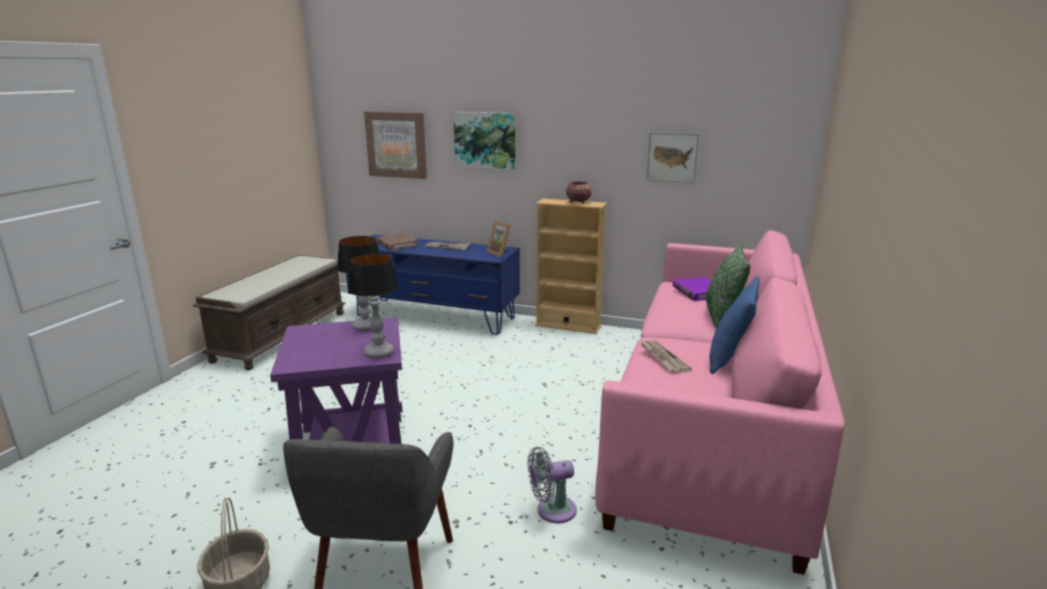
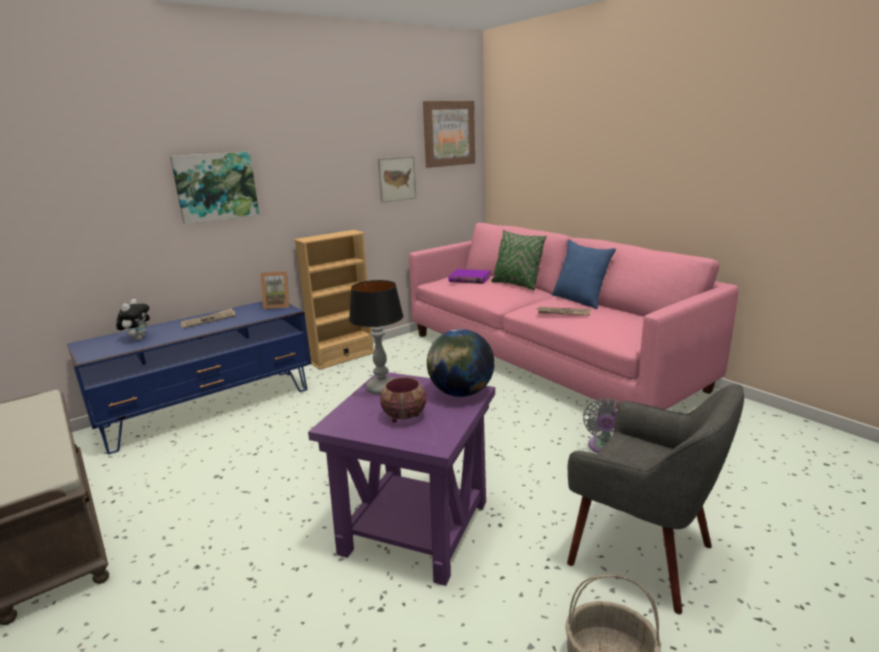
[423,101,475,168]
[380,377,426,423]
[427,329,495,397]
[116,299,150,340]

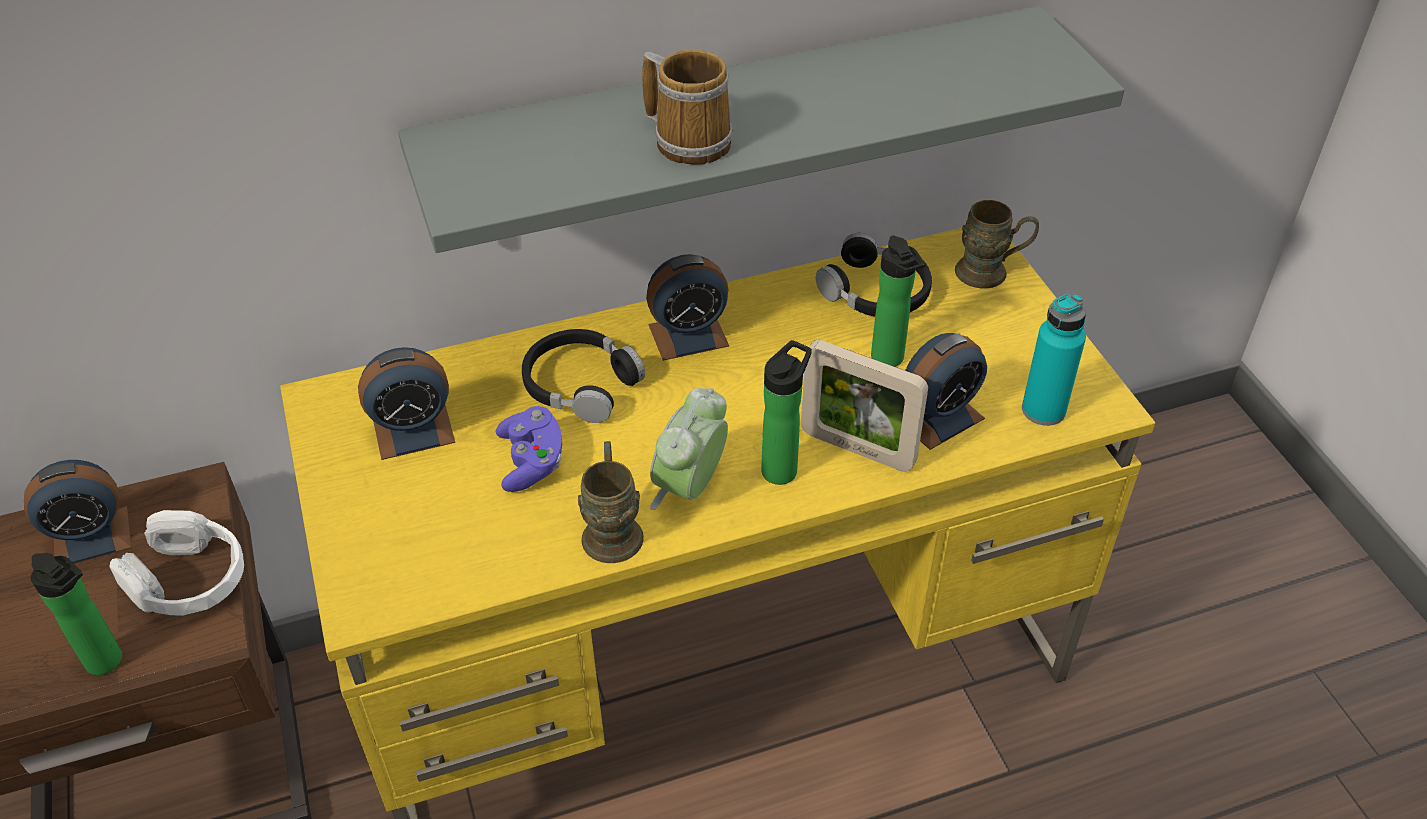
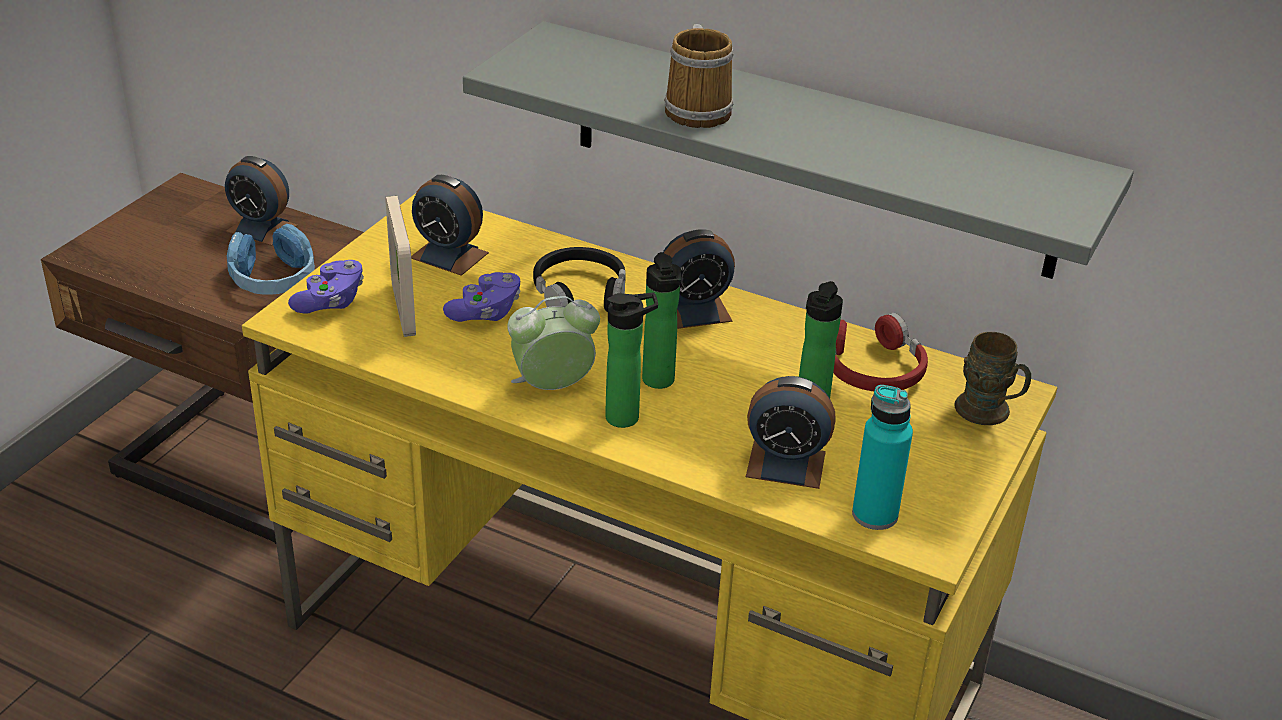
[578,441,644,563] (first image)
[288,260,364,314]
[642,252,681,389]
[385,196,416,337]
[227,224,315,295]
[833,313,928,391]
[663,229,735,329]

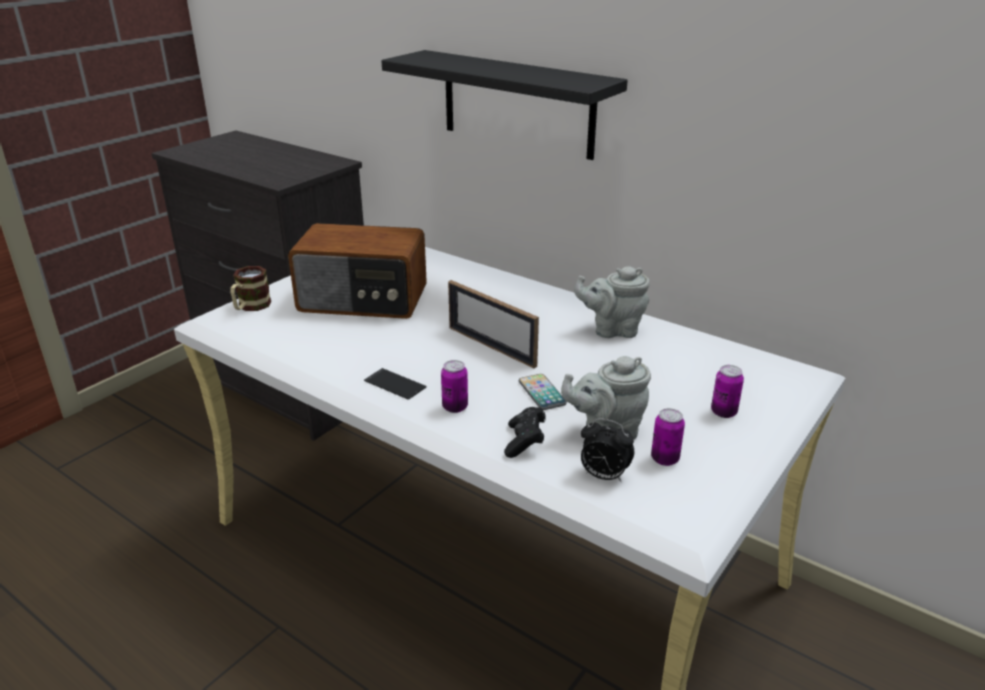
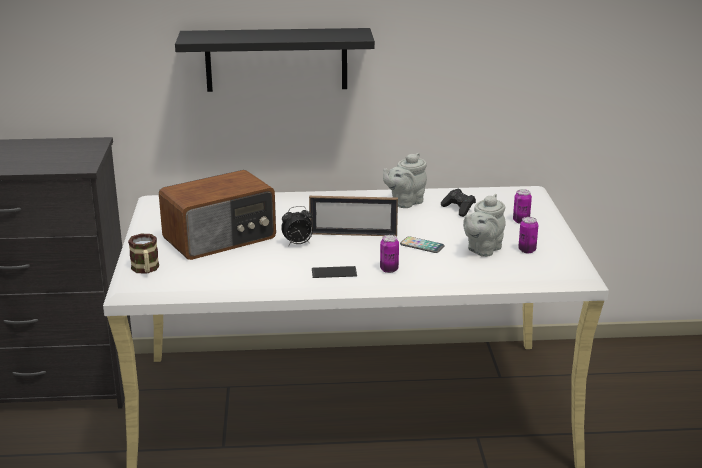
[441,189,476,217]
[281,206,313,246]

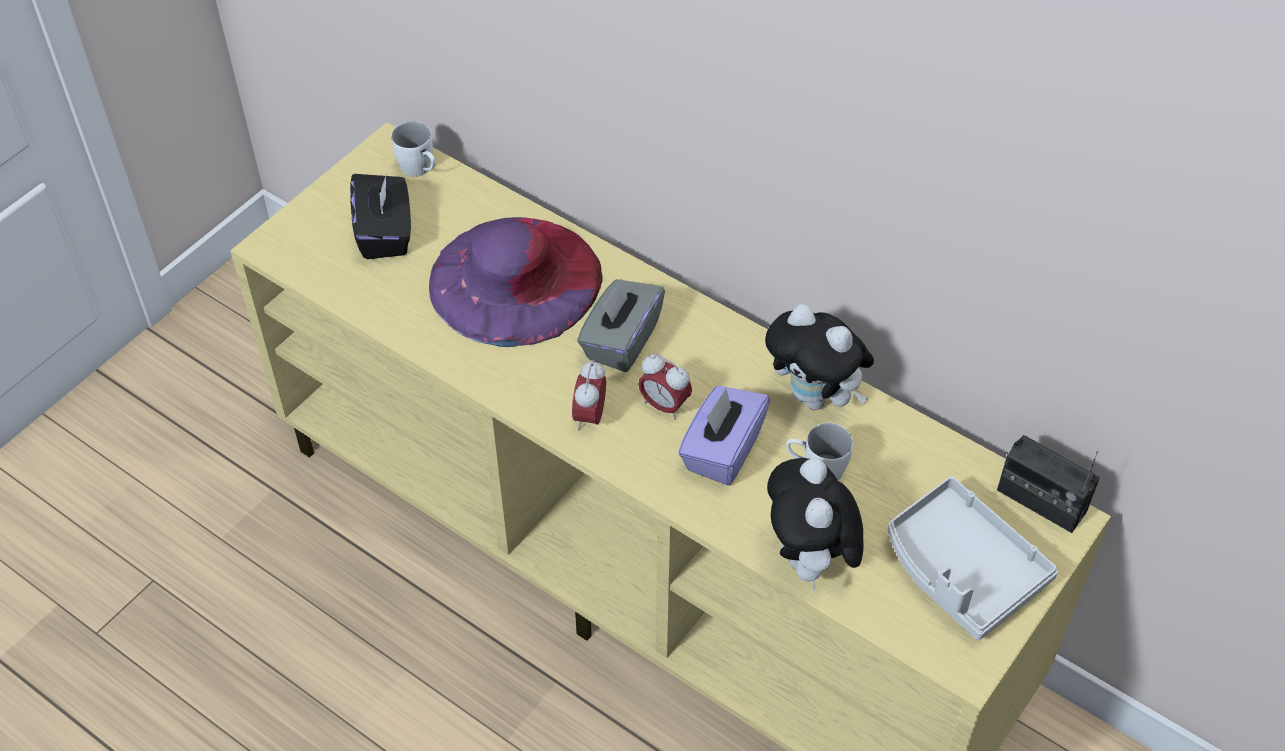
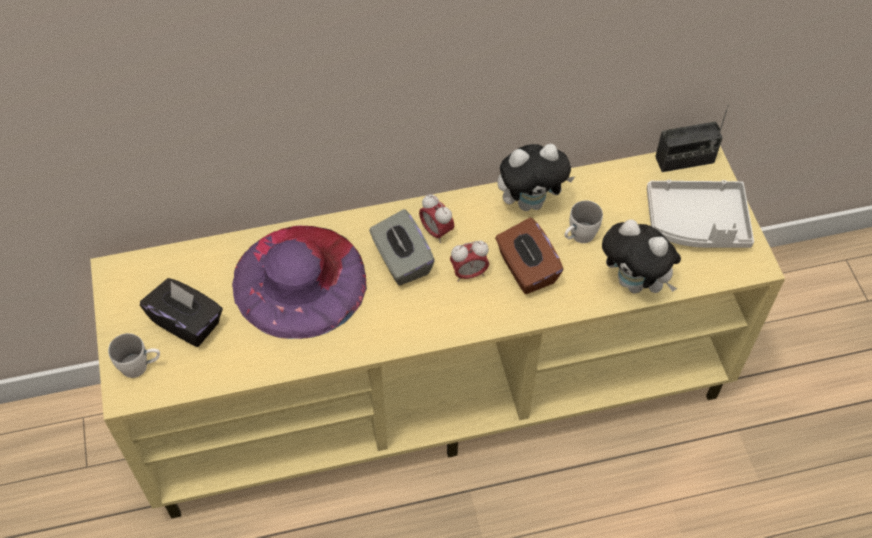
[108,333,160,378]
[419,194,454,243]
[495,217,564,294]

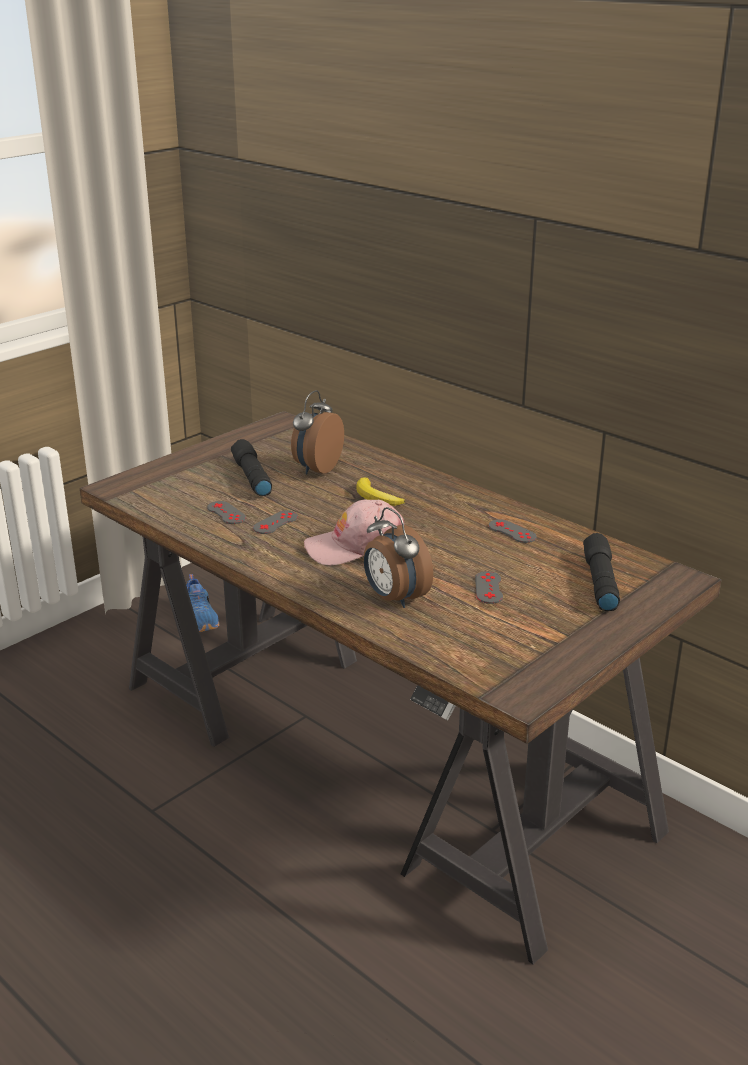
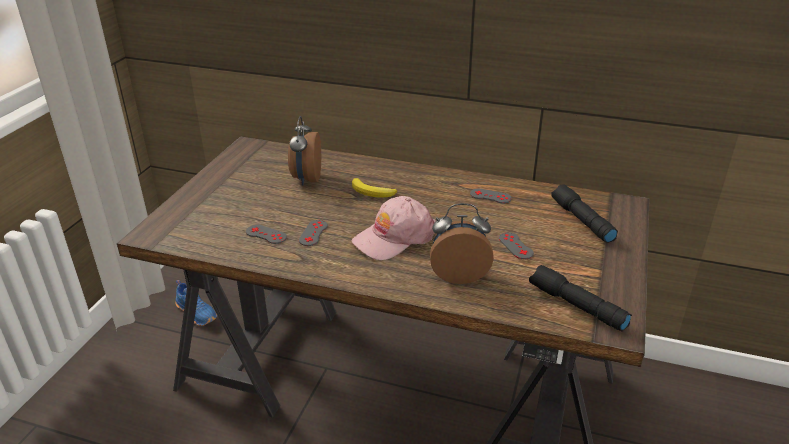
[529,265,632,332]
[430,203,494,284]

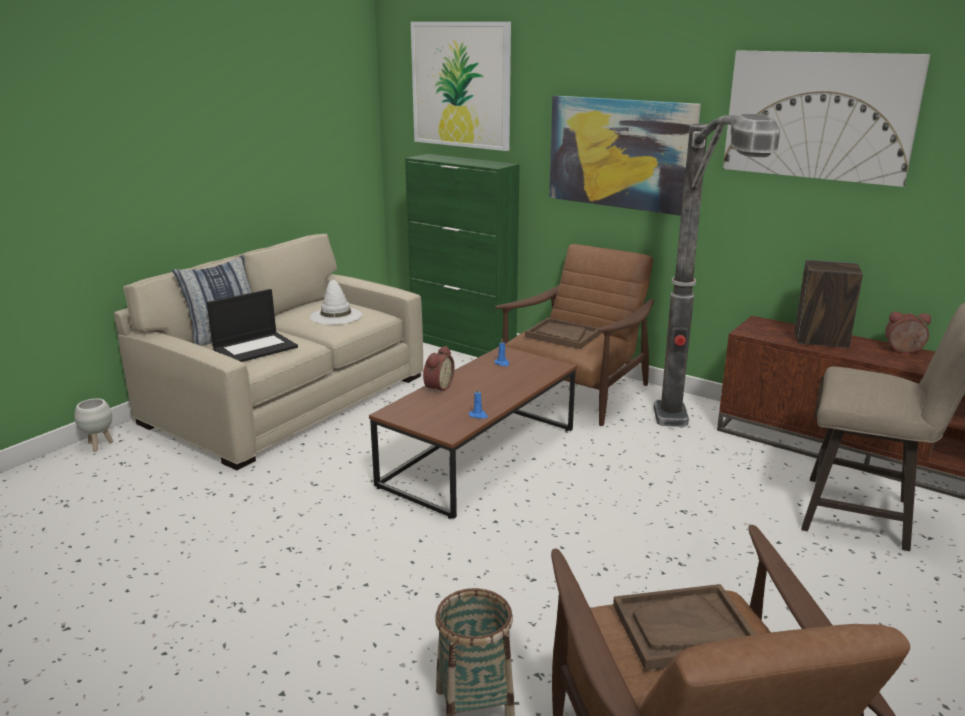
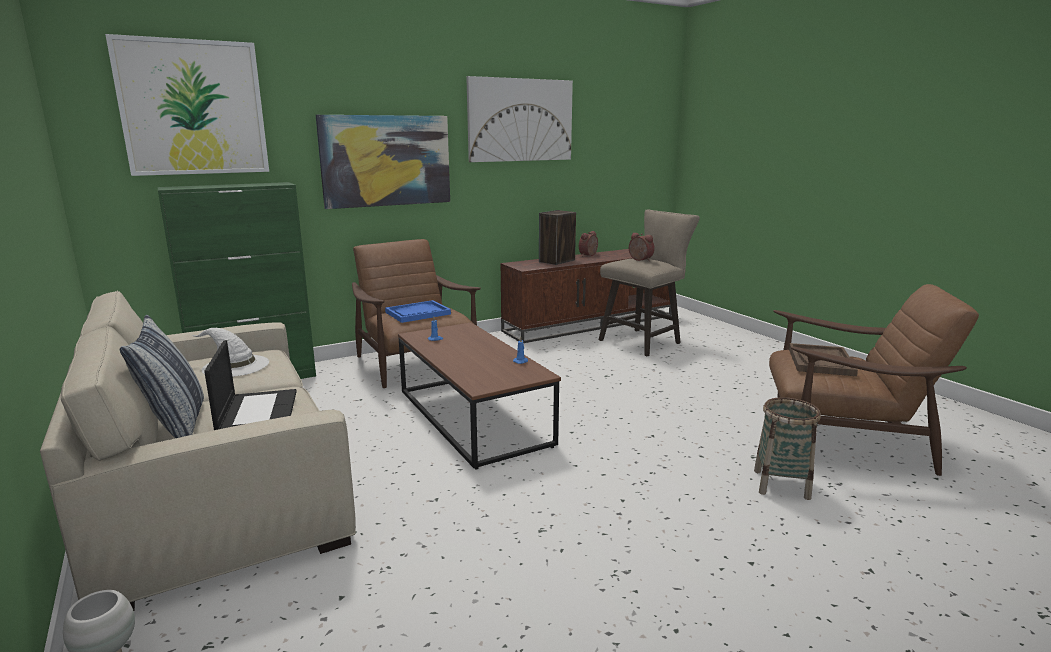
[654,114,780,427] (first image)
[629,232,655,261]
[385,300,451,323]

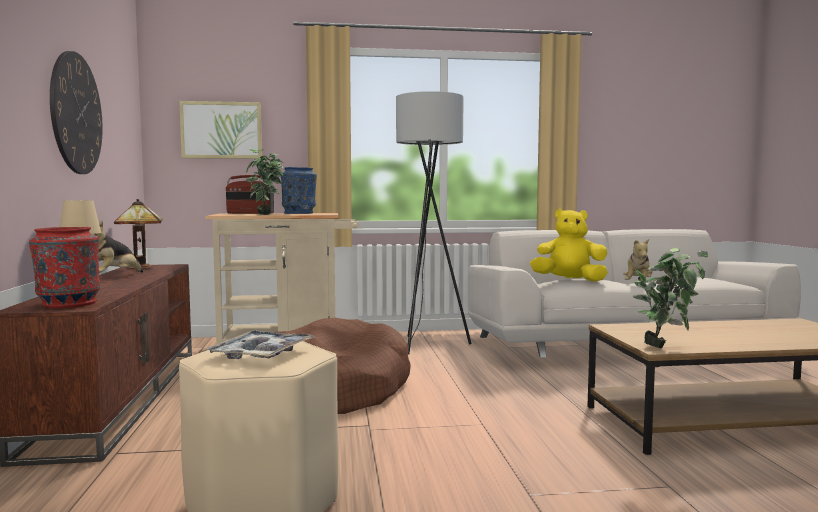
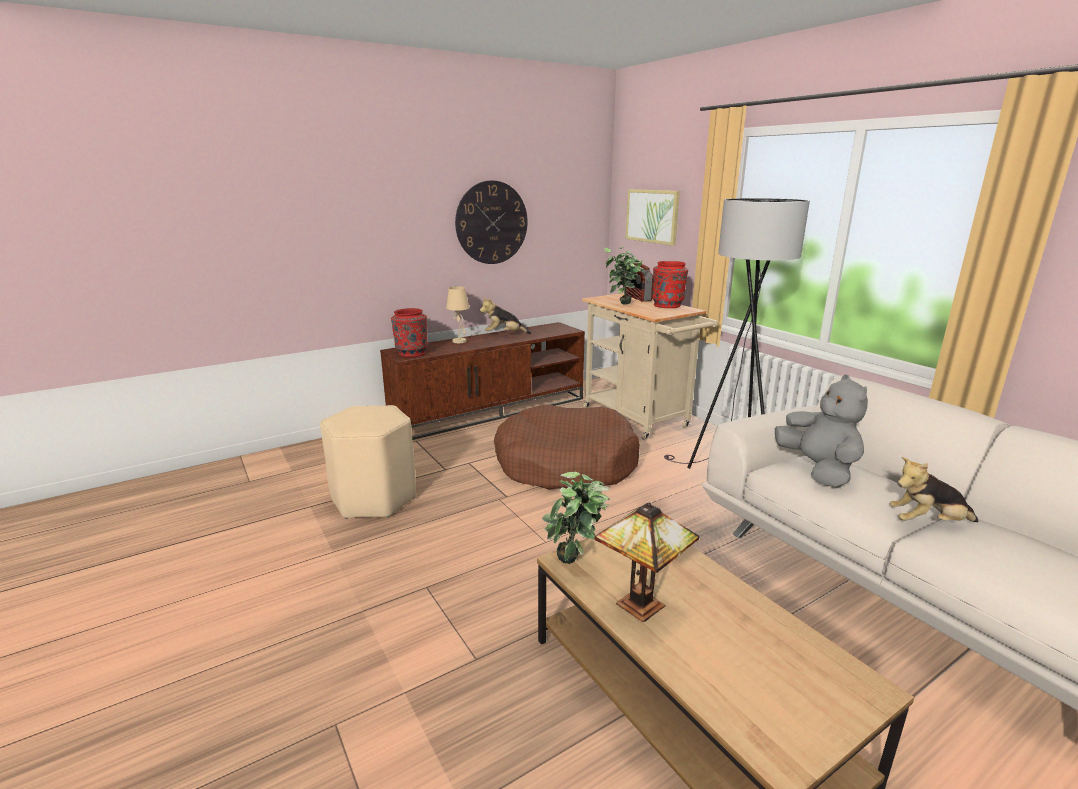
[204,330,314,359] (first image)
[594,503,699,622]
[652,261,688,308]
[775,374,868,488]

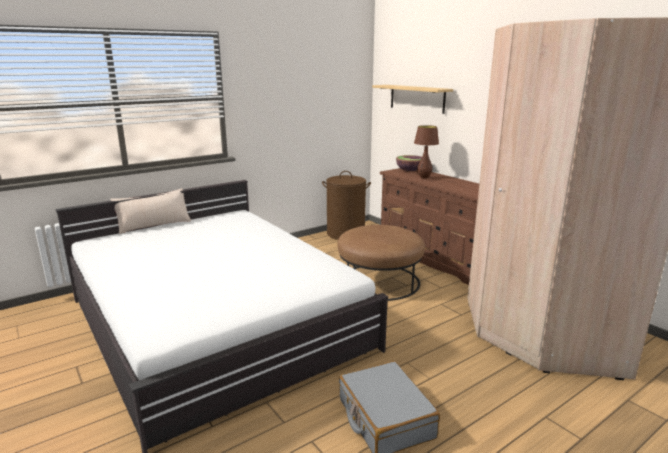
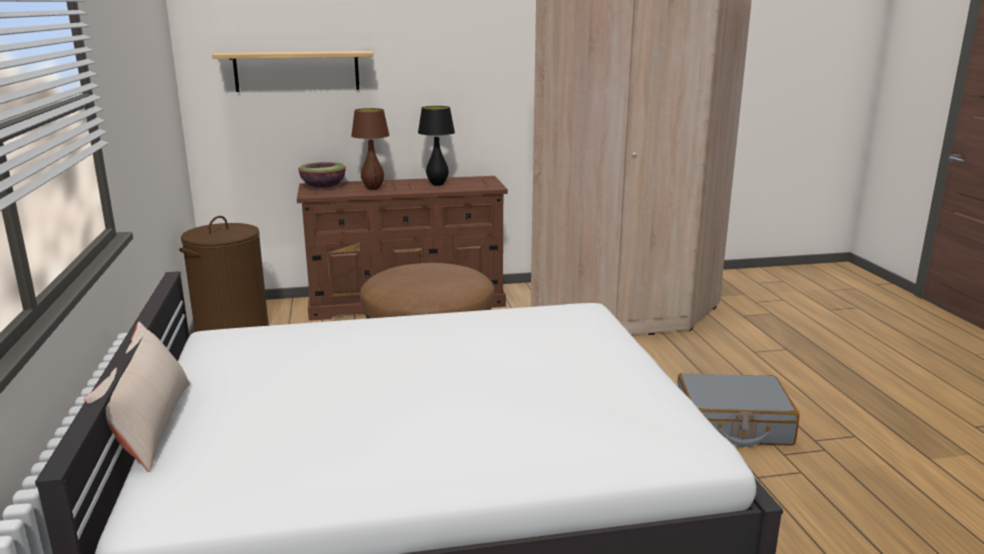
[418,106,455,186]

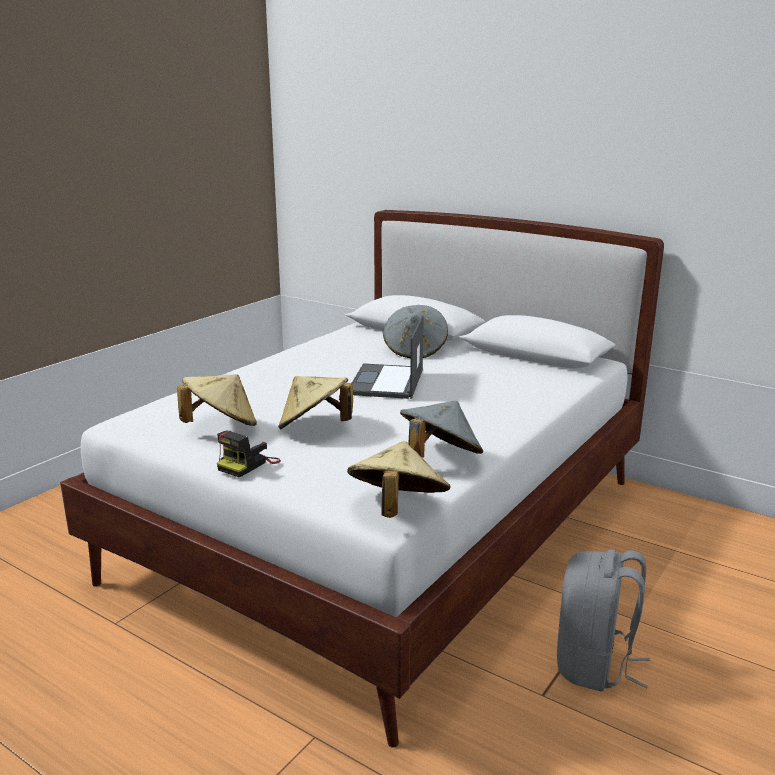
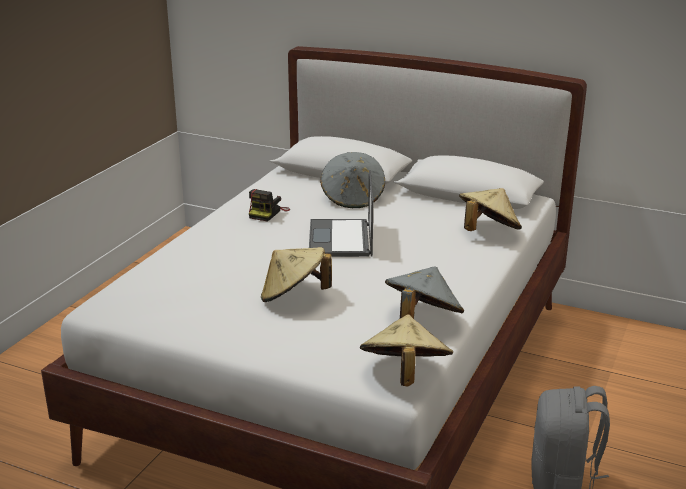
[459,188,522,231]
[249,189,290,222]

